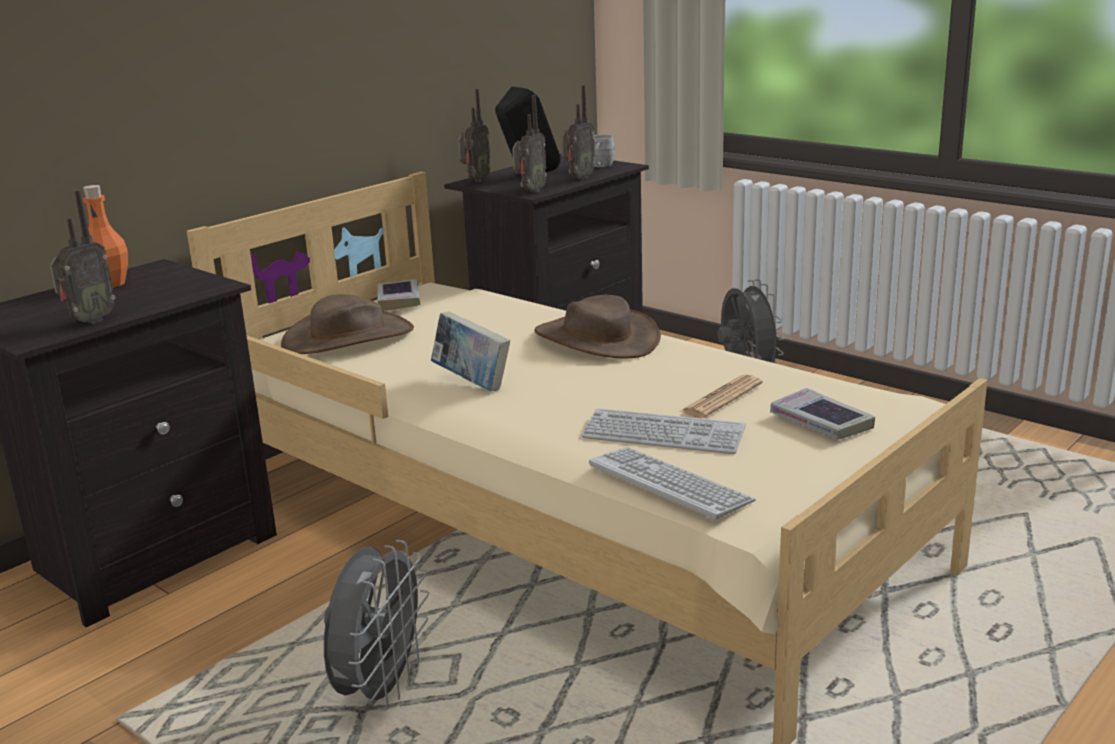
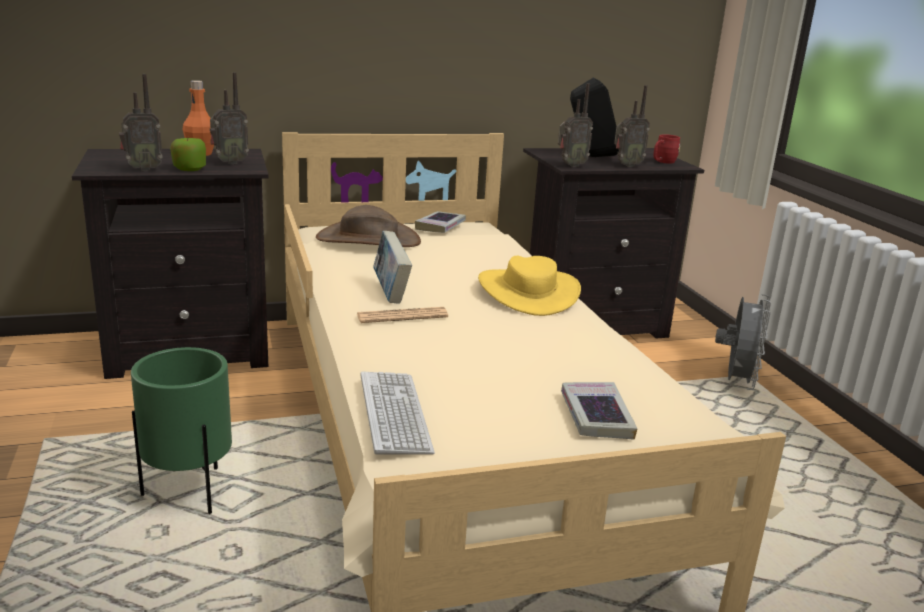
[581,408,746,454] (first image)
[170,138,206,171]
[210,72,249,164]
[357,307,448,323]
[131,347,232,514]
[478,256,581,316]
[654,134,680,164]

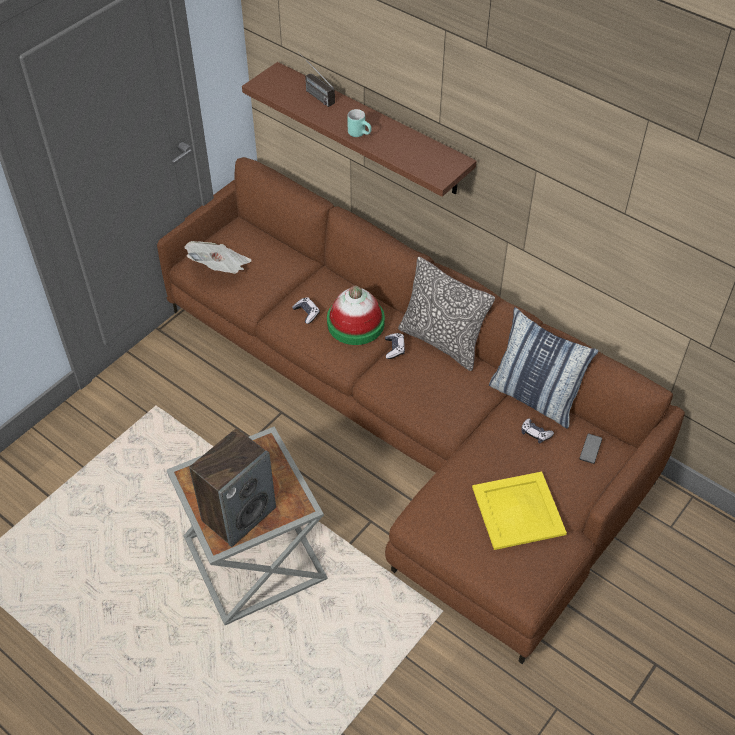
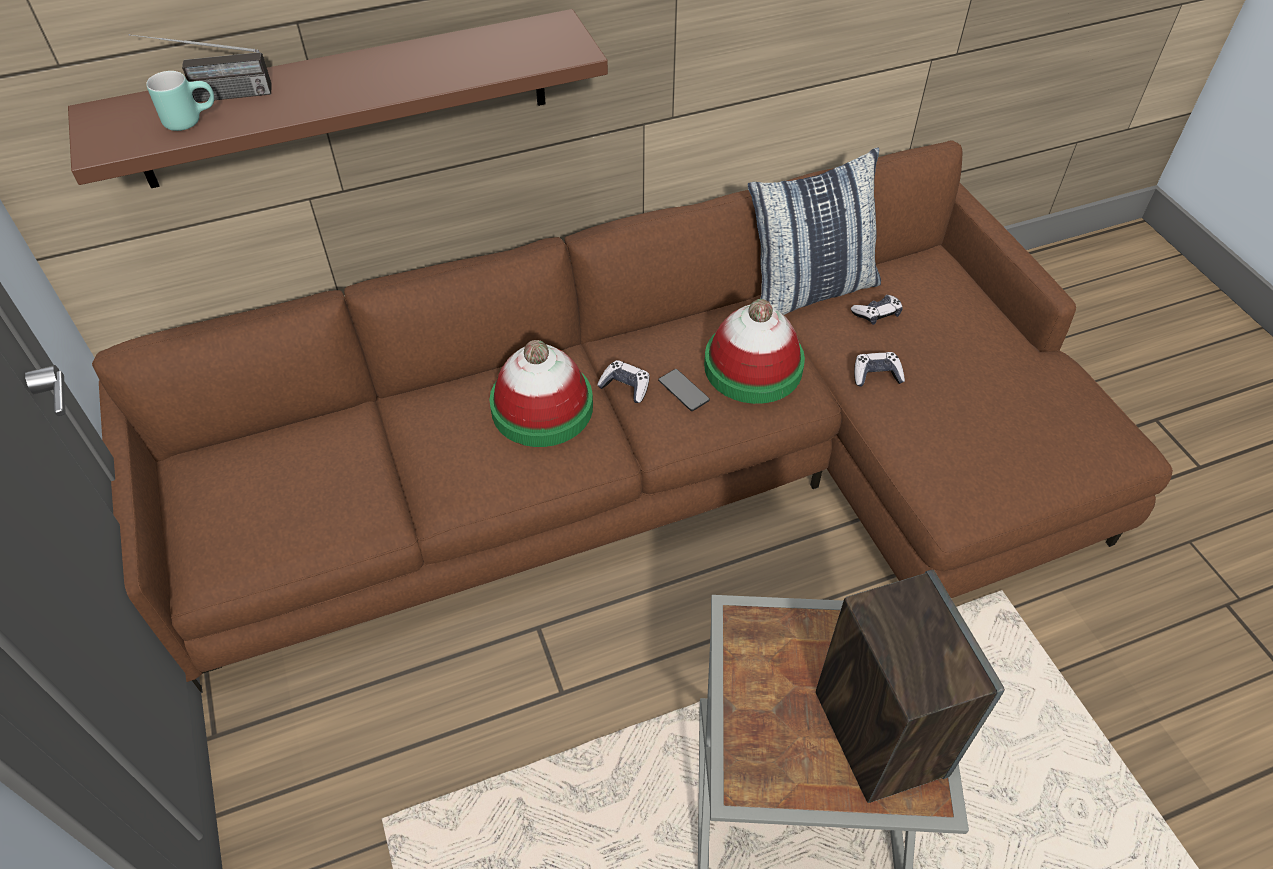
[185,241,252,274] (first image)
[398,257,495,371] (first image)
[472,472,567,550] (first image)
[704,299,805,404]
[854,352,905,387]
[146,71,214,131]
[658,369,710,411]

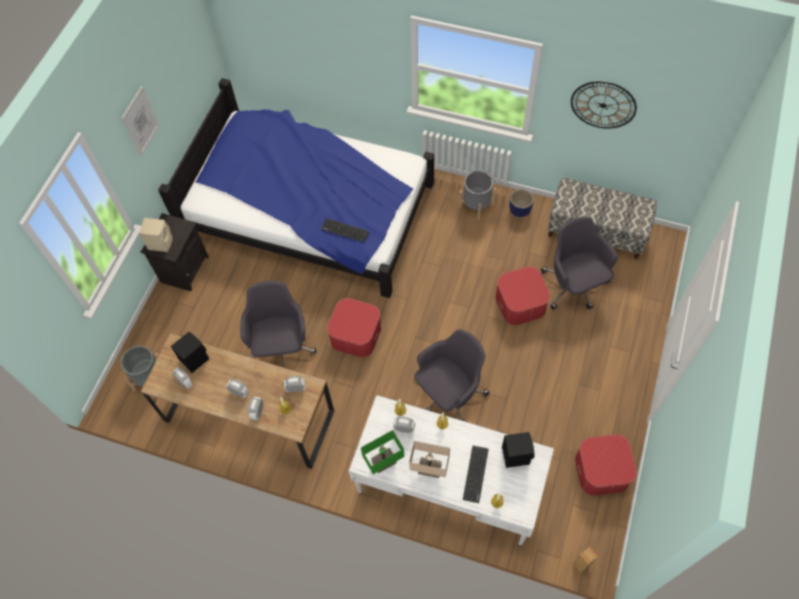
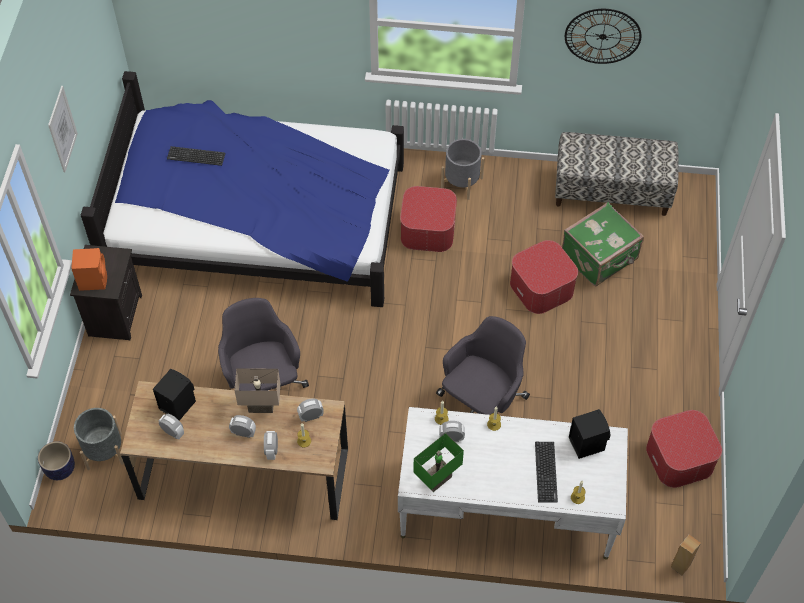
[167,146,225,166]
[400,186,457,252]
[234,368,280,413]
[38,441,75,480]
[562,202,644,286]
[71,248,107,291]

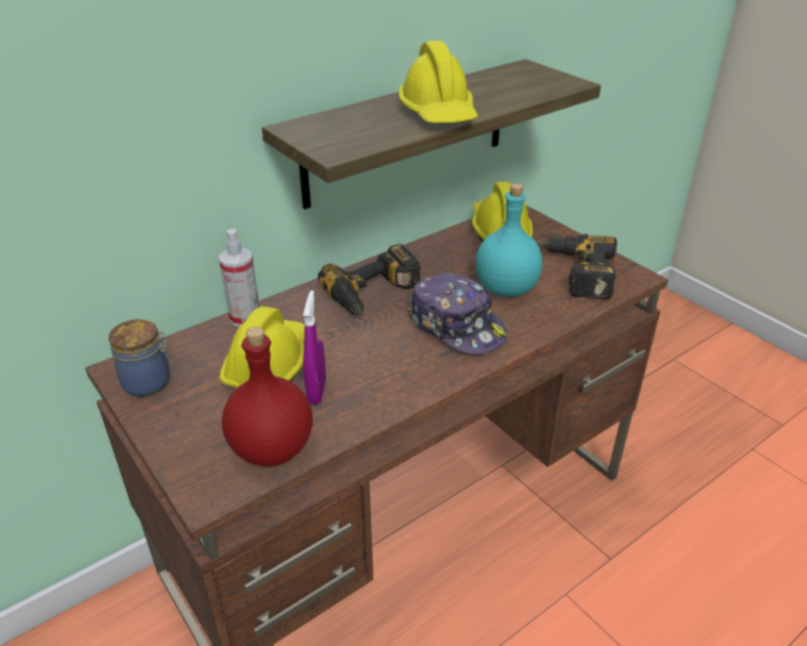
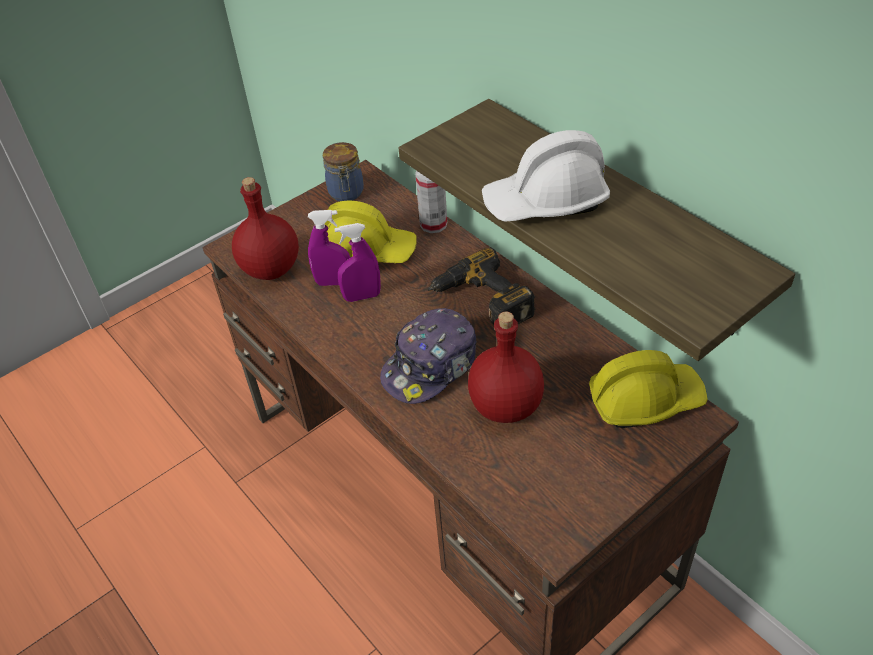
[539,234,617,299] (first image)
[334,223,381,302]
[482,130,610,222]
[468,312,544,423]

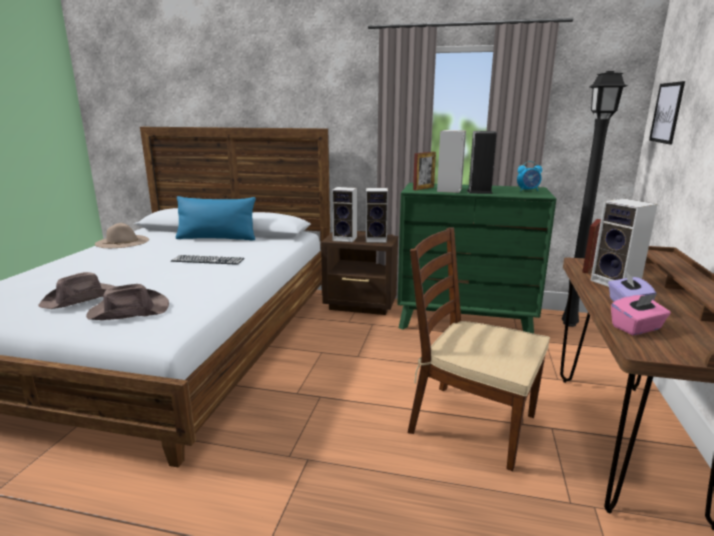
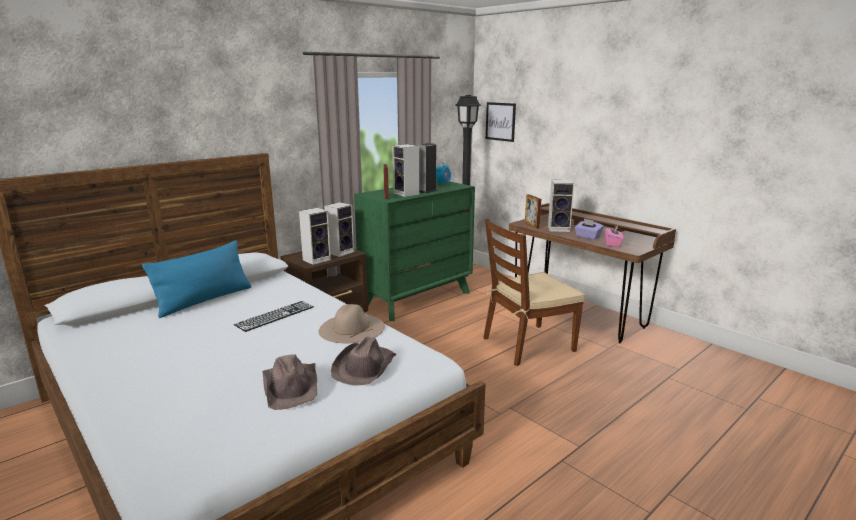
[319,304,385,343]

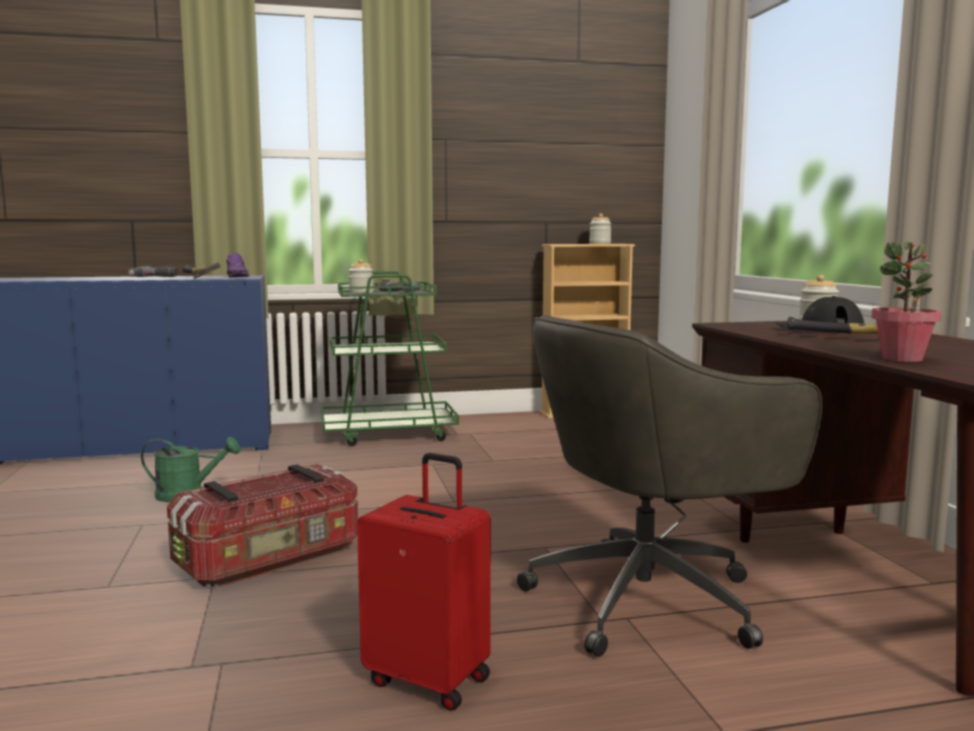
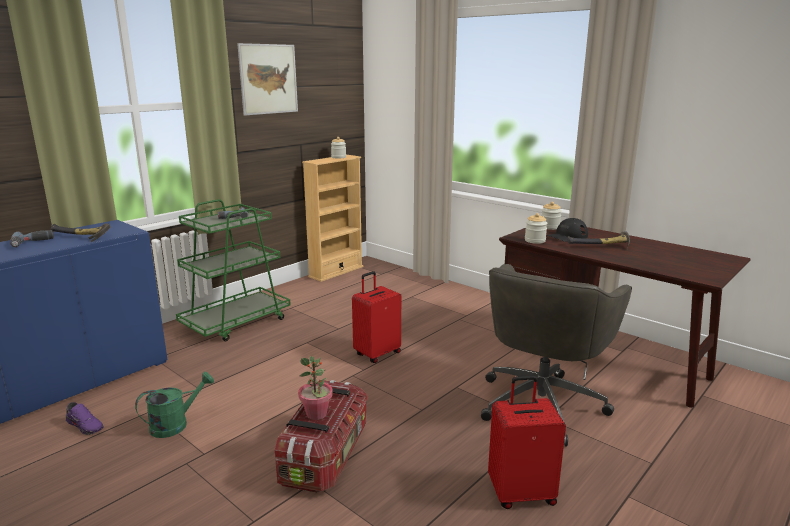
[237,43,298,116]
[352,271,401,363]
[66,402,104,435]
[525,213,548,244]
[298,356,333,420]

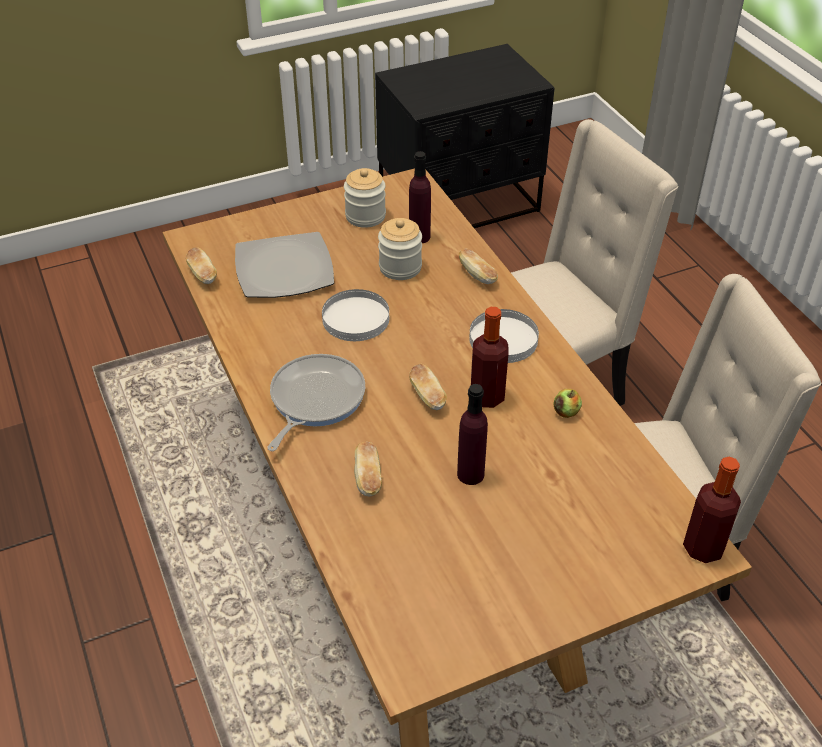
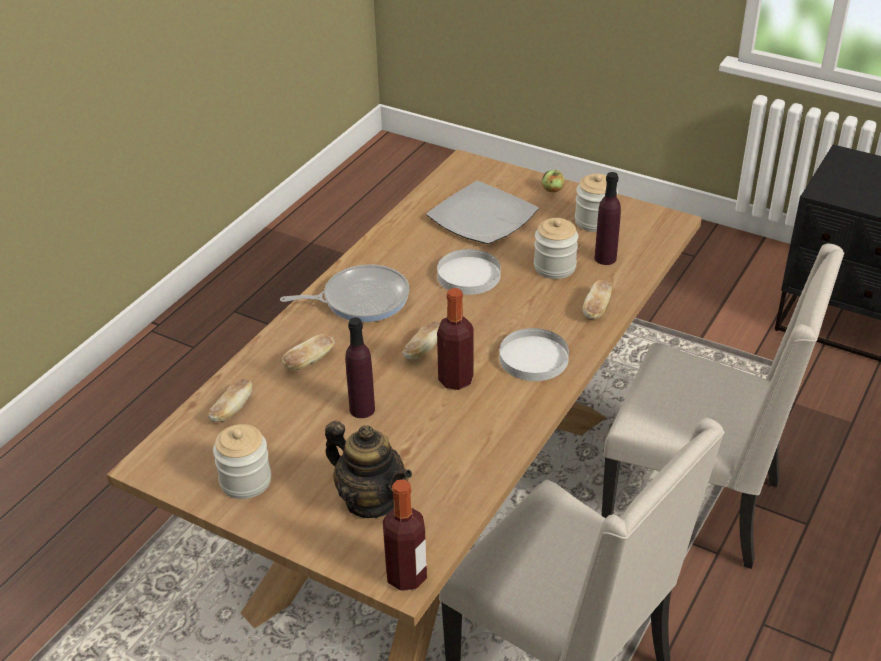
[213,424,271,499]
[325,421,412,518]
[208,379,252,422]
[542,170,564,192]

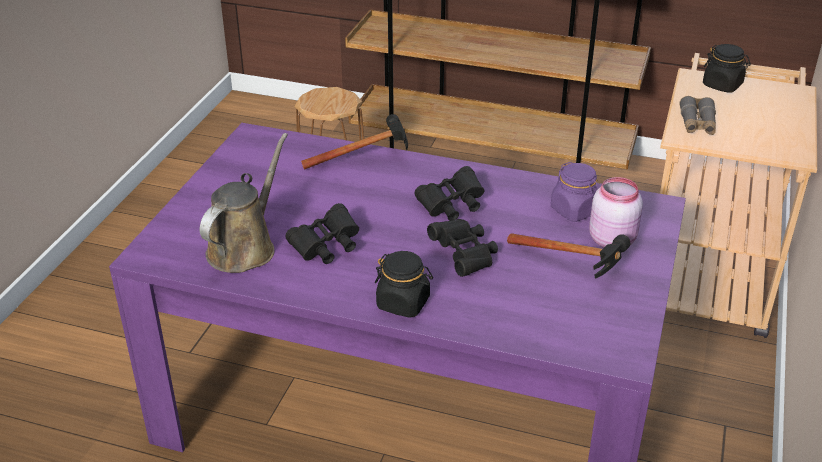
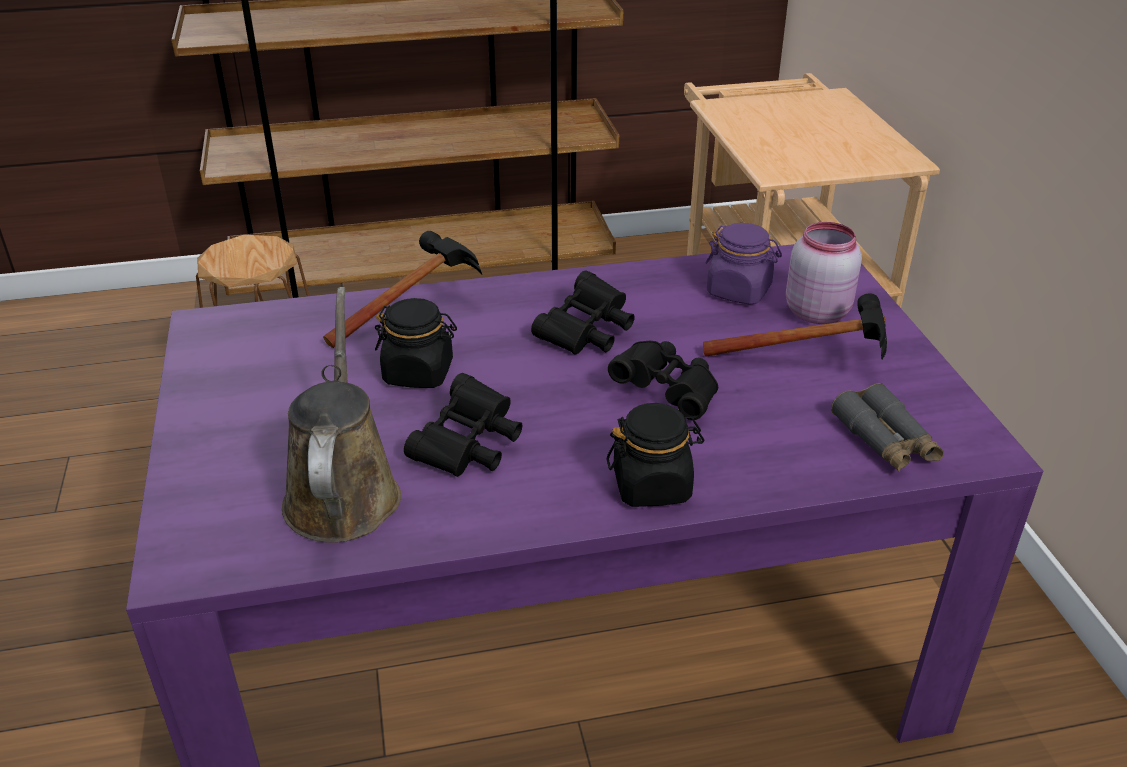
[831,383,944,472]
[375,298,457,388]

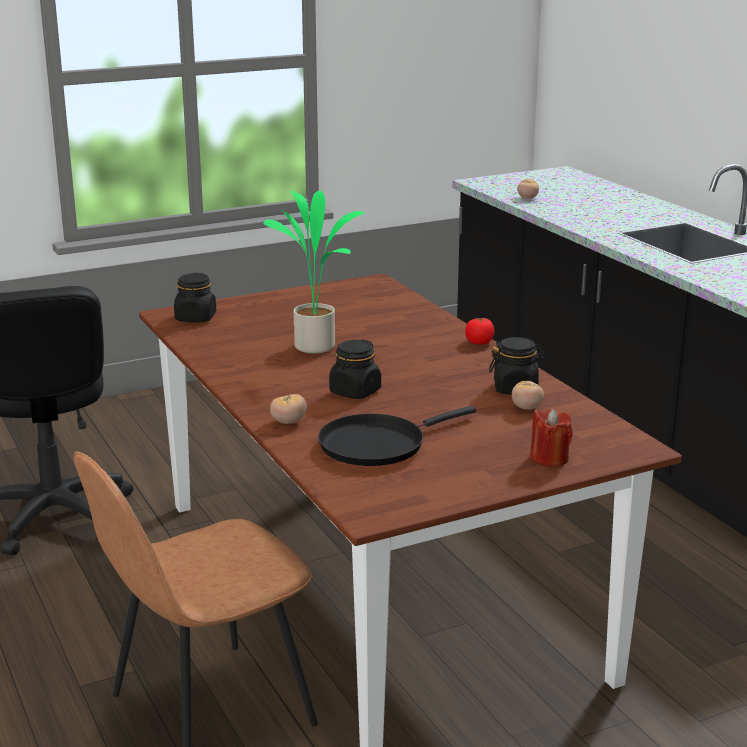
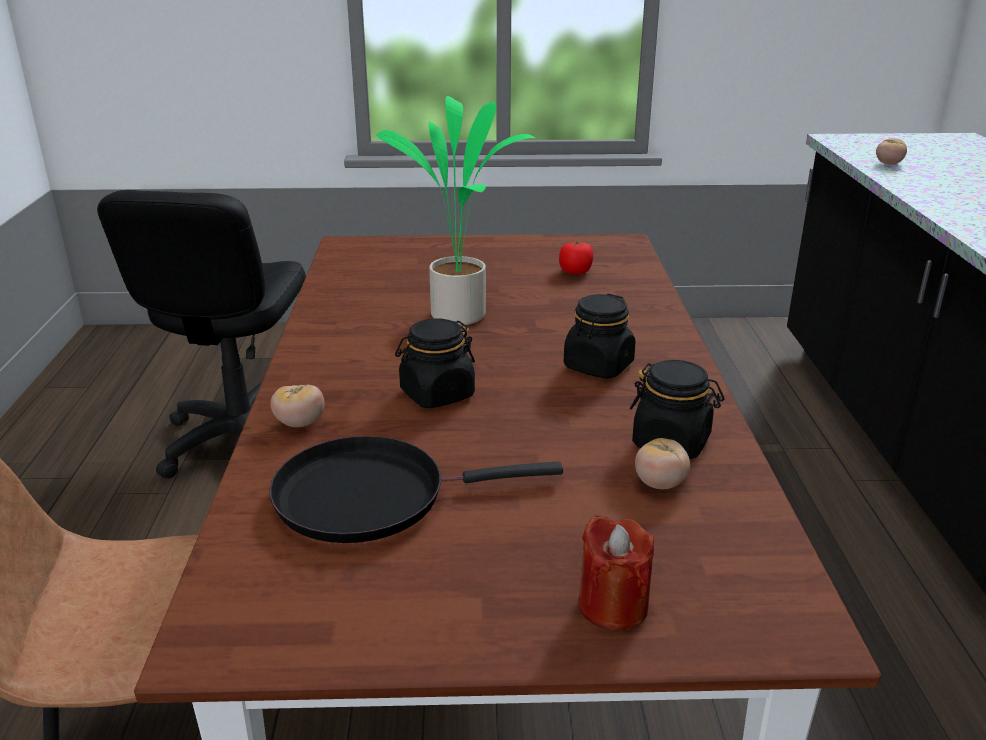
[564,294,635,379]
[559,241,594,274]

